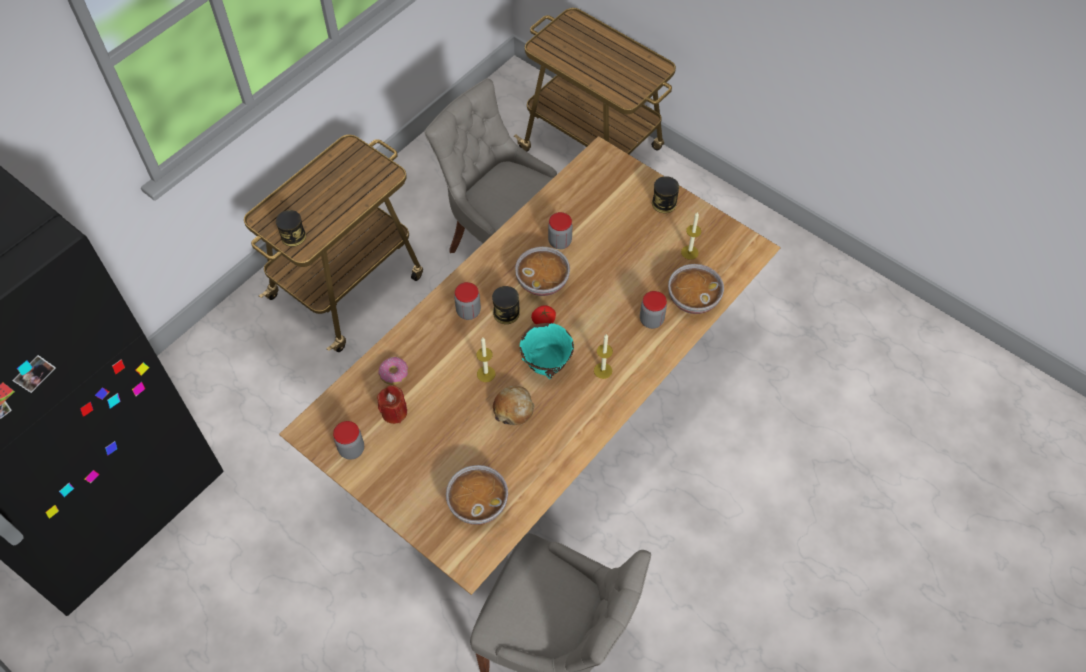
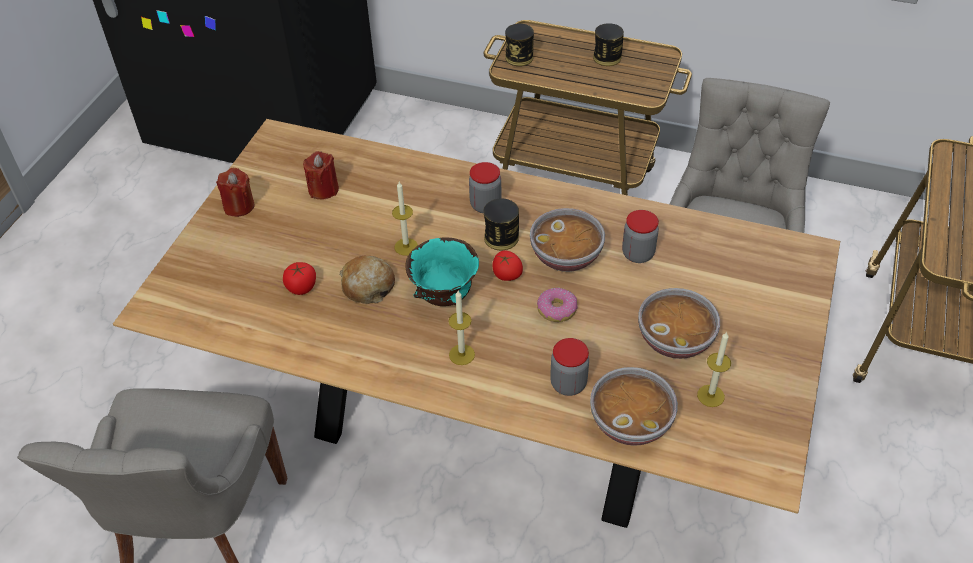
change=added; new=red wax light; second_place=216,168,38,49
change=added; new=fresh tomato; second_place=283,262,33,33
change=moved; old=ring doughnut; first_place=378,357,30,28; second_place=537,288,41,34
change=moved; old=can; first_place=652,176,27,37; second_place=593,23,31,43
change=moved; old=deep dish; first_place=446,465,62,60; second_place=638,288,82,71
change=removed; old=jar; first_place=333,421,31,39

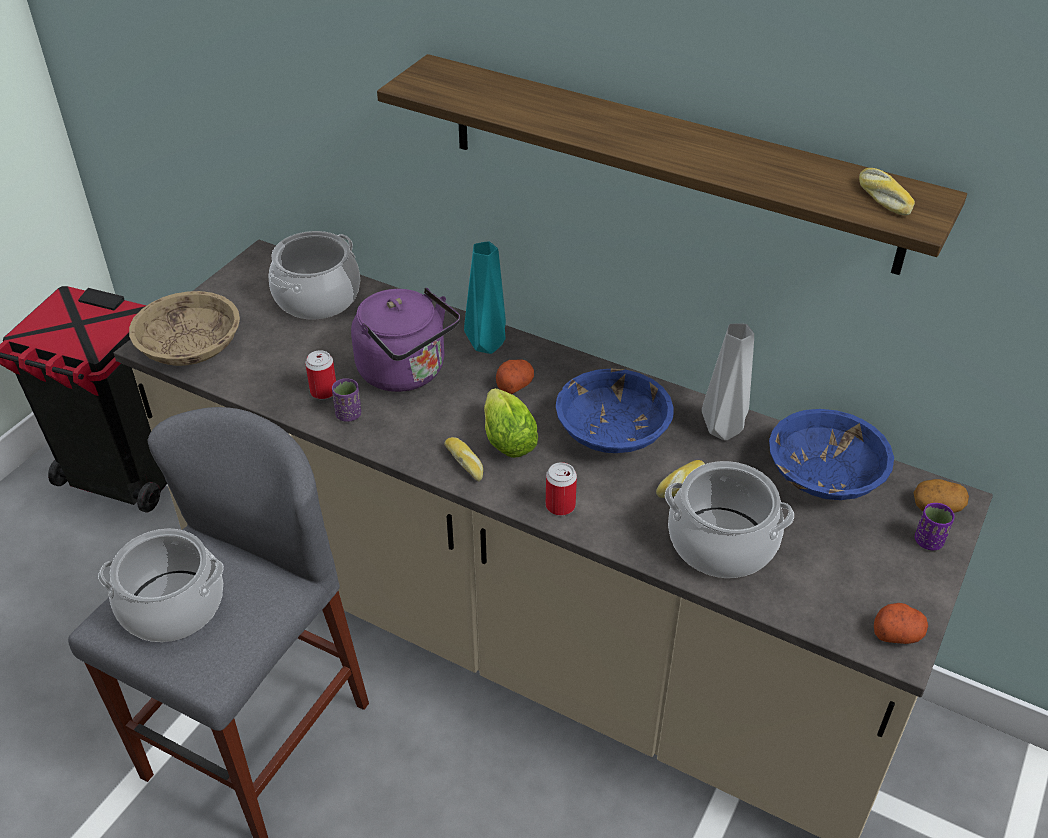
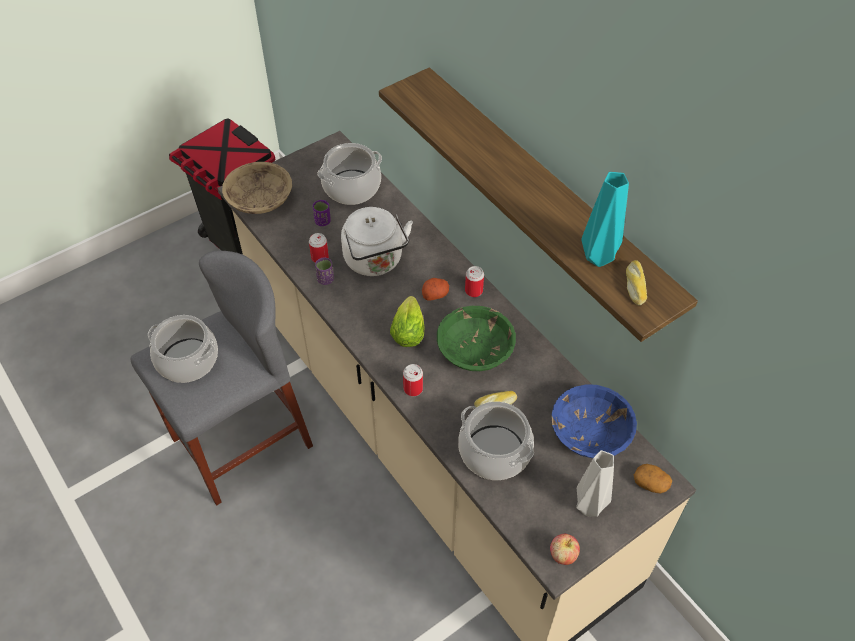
change=moved; old=purple drinking cup; first_place=915,503,40,47; second_place=313,200,18,26
change=recoloured; old=purple kettle; new=white-coloured kettle; first_place=351,288,109,104; second_place=341,207,72,69
change=recoloured; old=bluish deep dish; new=greenish deep dish; first_place=556,369,118,84; second_place=437,306,79,65
change=added; new=can; second_place=465,266,19,31
change=replaced; old=whole potato; new=apple fruit; first_place=874,603,54,41; second_place=550,534,30,31
change=moved; old=greyish flower vase; first_place=702,324,52,116; second_place=576,450,38,67
change=moved; old=turquoise flower vase; first_place=464,241,42,113; second_place=582,172,47,95
change=removed; old=bread; first_place=444,437,39,44

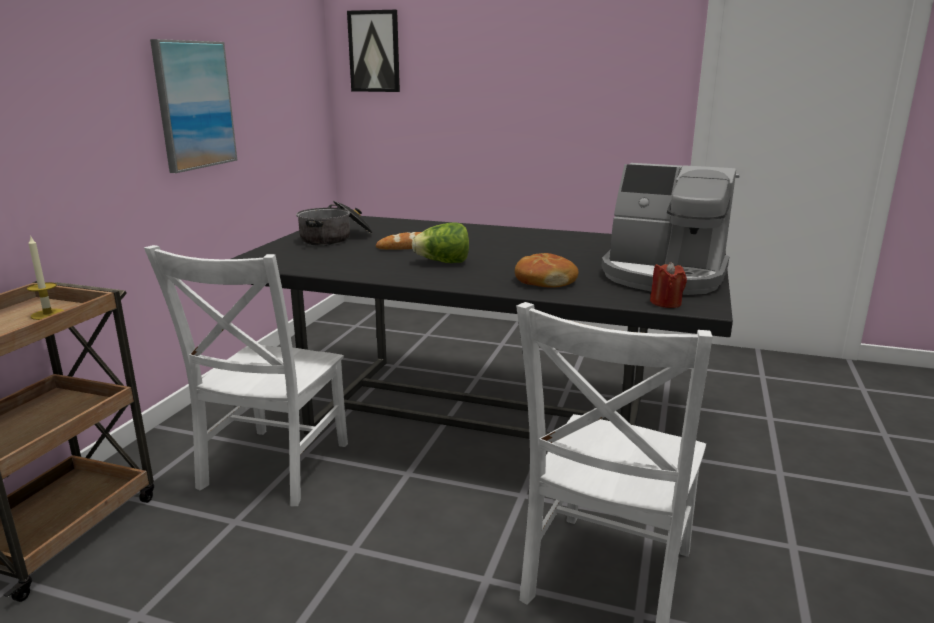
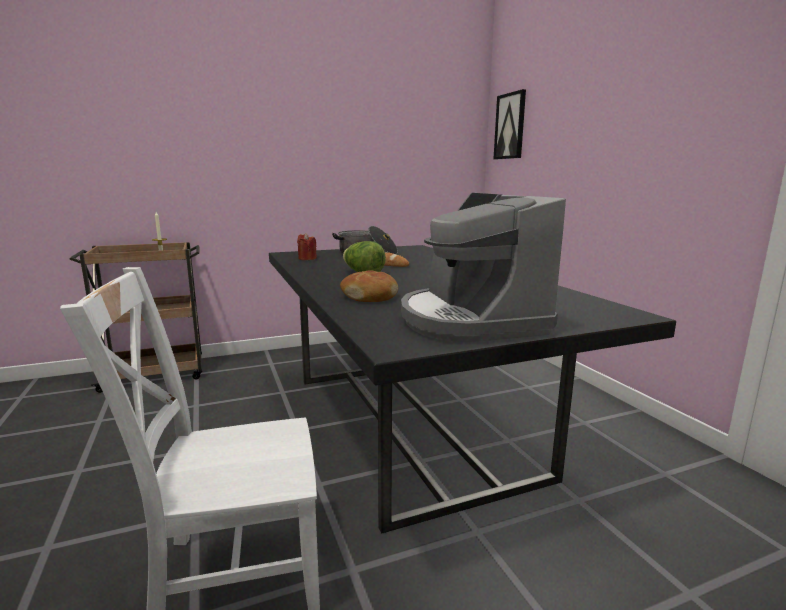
change=moved; old=red wax light; first_place=650,262,37,46; second_place=297,233,20,27
change=removed; old=white-coloured upright chair; first_place=144,245,204,261
change=removed; old=wall picture; first_place=150,39,87,134

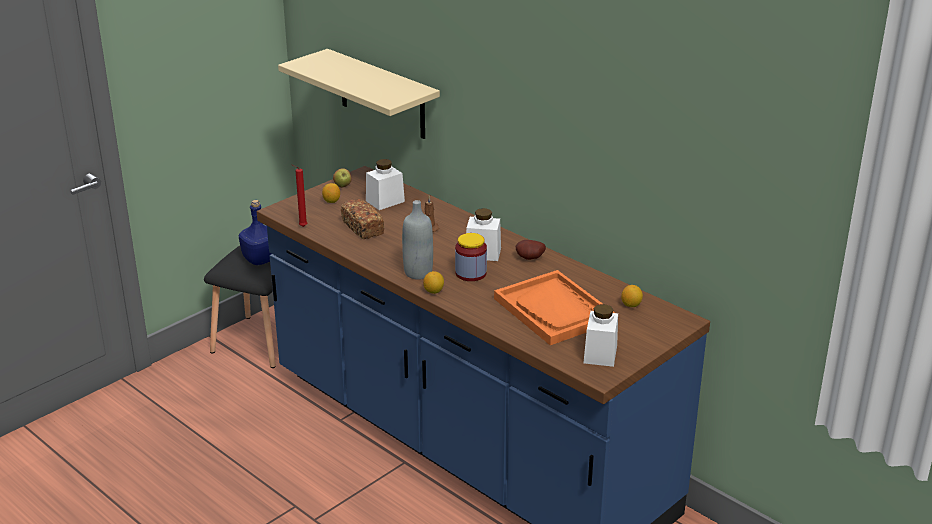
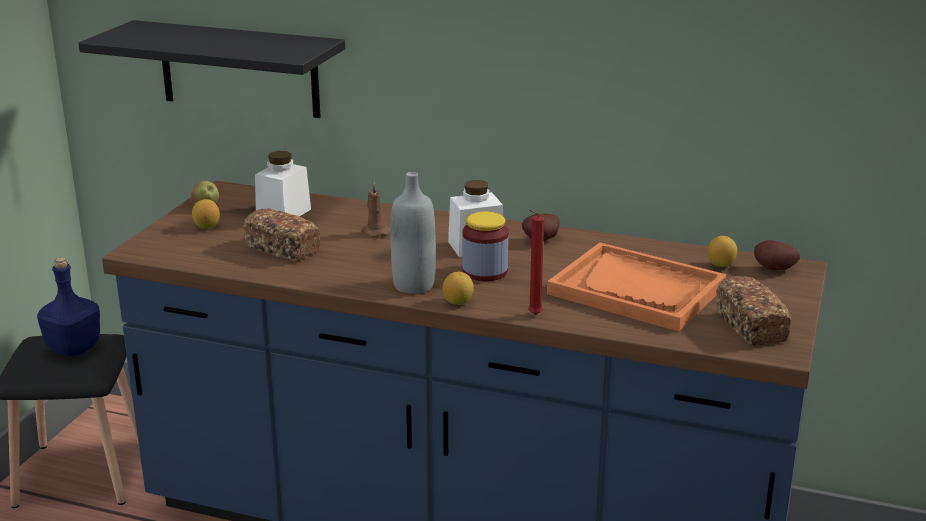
change=recoloured; old=beige wall shelf; new=blackish wall shelf; first_place=278,49,162,90; second_place=78,20,267,98
change=moved; old=red wax light; first_place=291,164,16,63; second_place=528,210,16,105
change=replaced; old=white-coloured jar; new=bread; first_place=584,304,34,63; second_place=716,275,75,70
change=added; new=whole potato; second_place=754,240,46,30

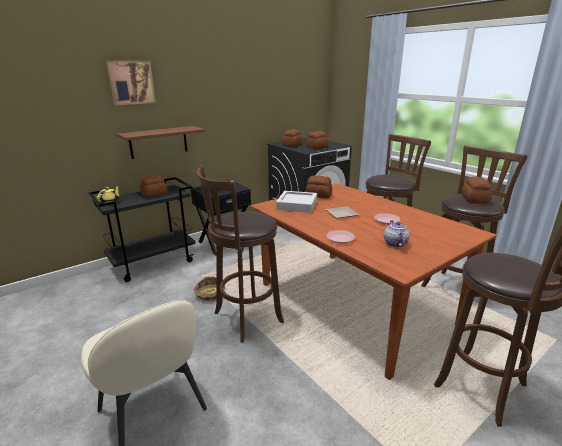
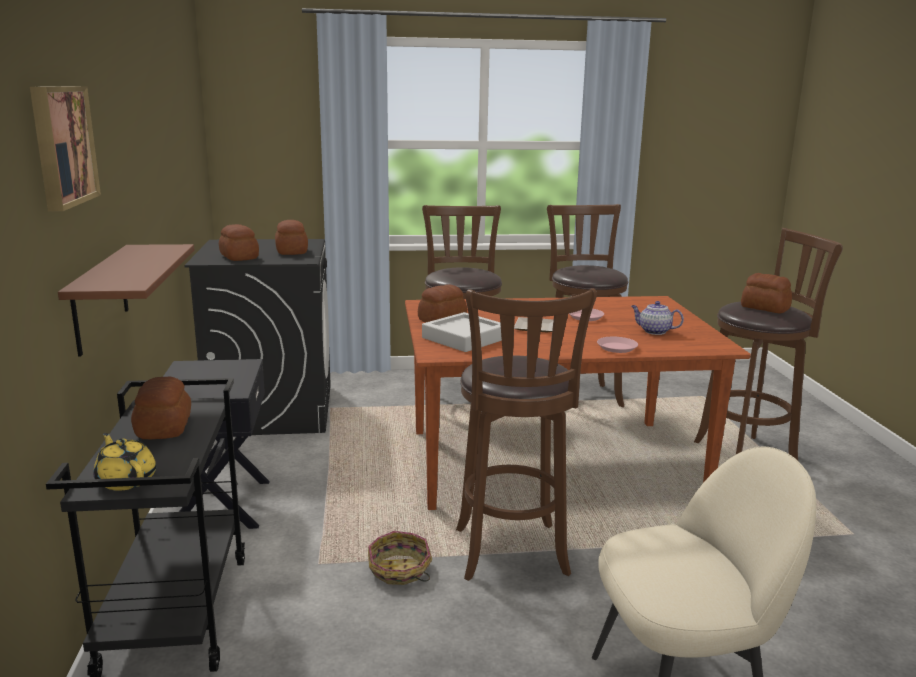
change=moved; old=bread; first_place=462,177,30,27; second_place=741,273,51,41

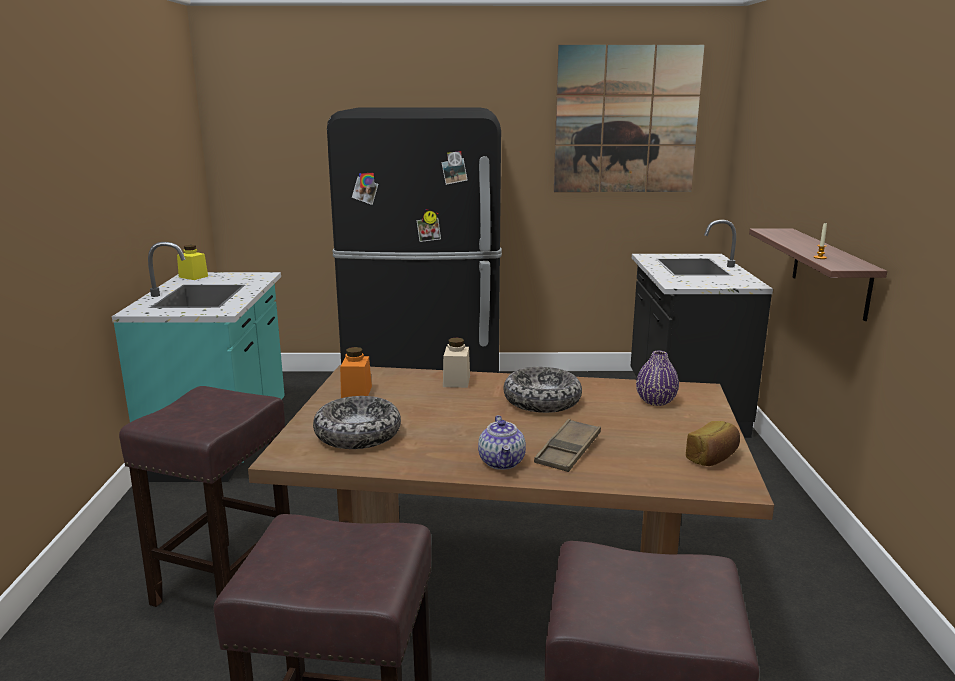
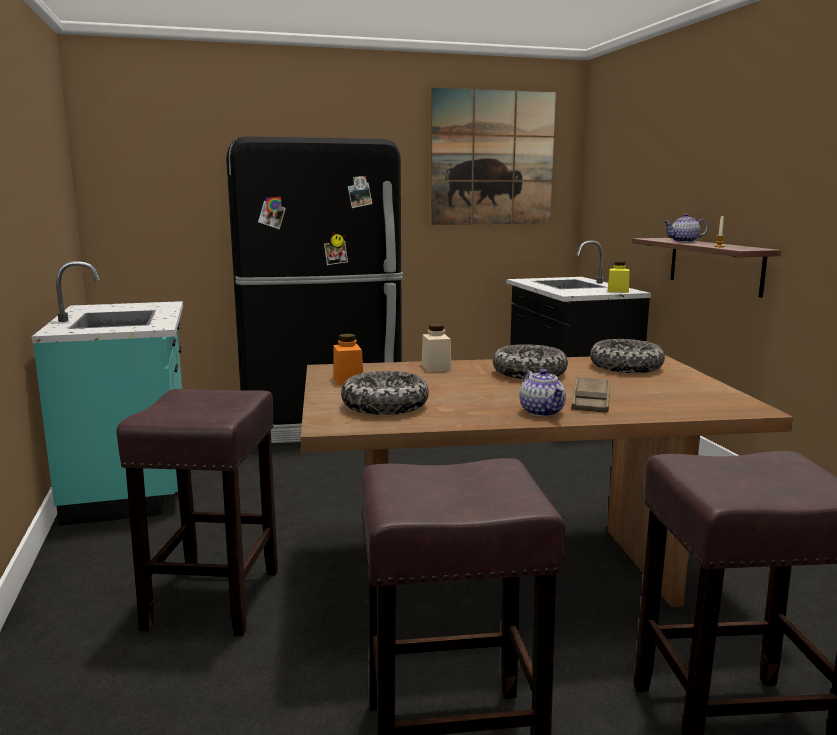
change=replaced; old=purple flower vase; new=deep dish; first_place=636,351,43,55; second_place=590,339,75,34
change=moved; old=yellowish jar; first_place=177,245,31,35; second_place=608,262,22,31
change=added; new=teapot; second_place=663,214,45,28
change=removed; old=bread; first_place=686,421,54,45

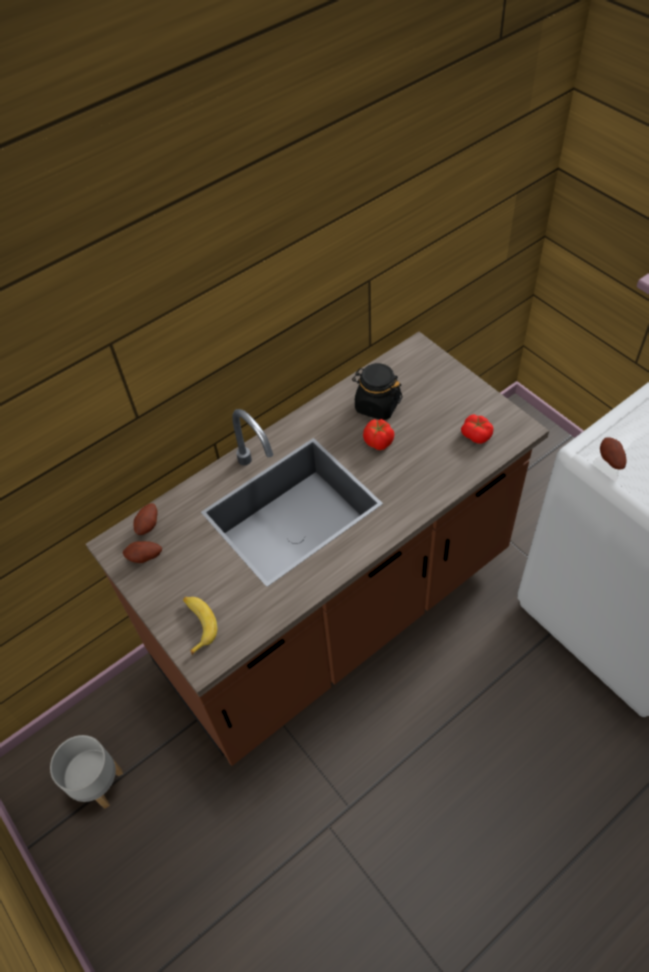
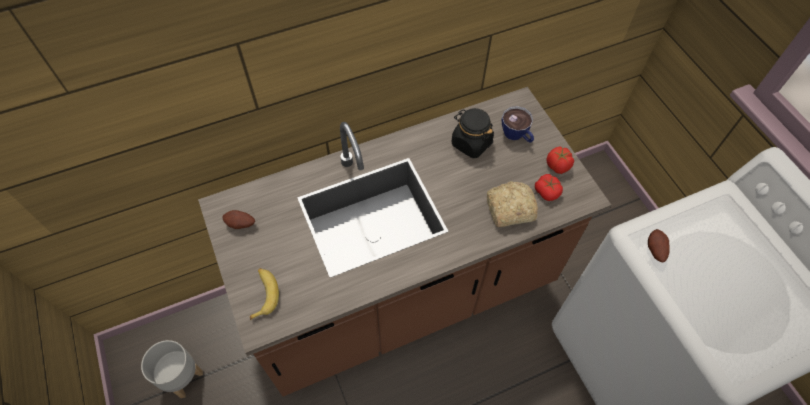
change=added; new=bread; second_place=487,181,51,46
change=added; new=drinking cup; second_place=502,106,32,37
change=moved; old=fresh tomato; first_place=363,419,31,31; second_place=546,146,28,28
change=removed; old=whole potato; first_place=133,503,24,32

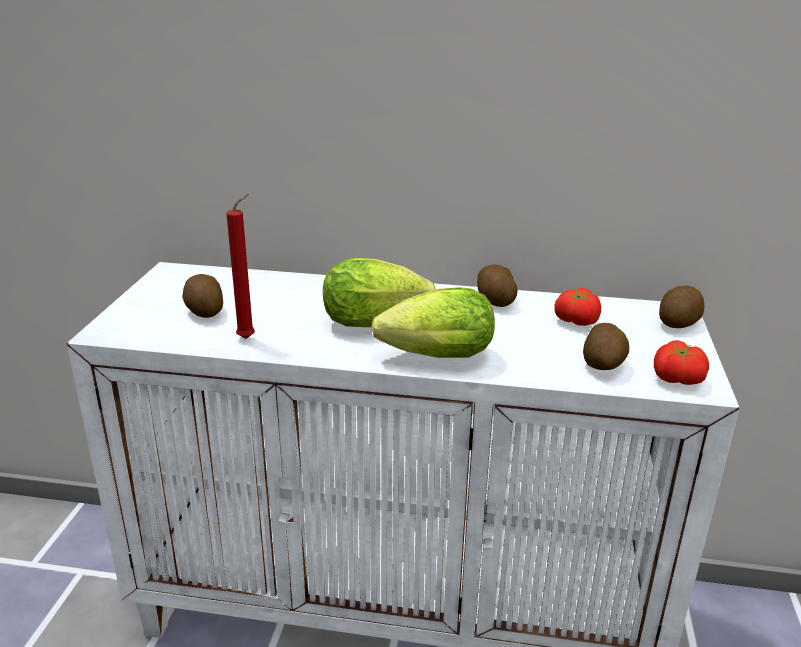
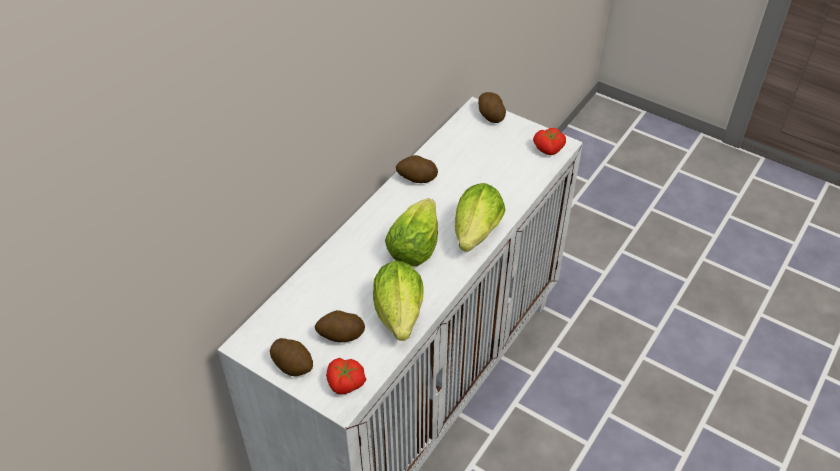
change=moved; old=whole potato; first_place=583,323,46,47; second_place=270,338,43,38
change=moved; old=fresh tomato; first_place=554,288,47,38; second_place=326,358,40,37
change=replaced; old=red wax light; new=lettuce head; first_place=226,194,29,145; second_place=373,261,51,80

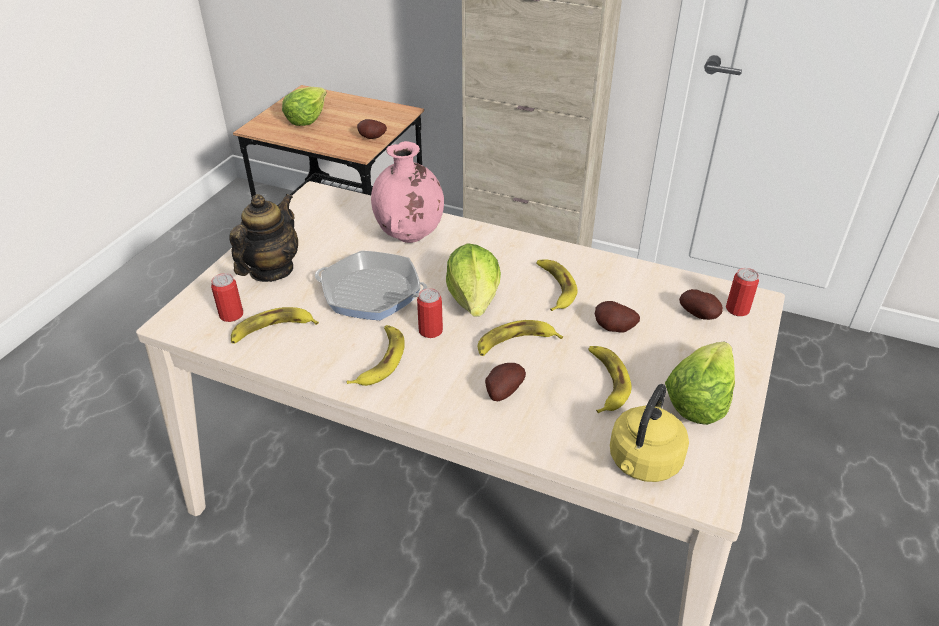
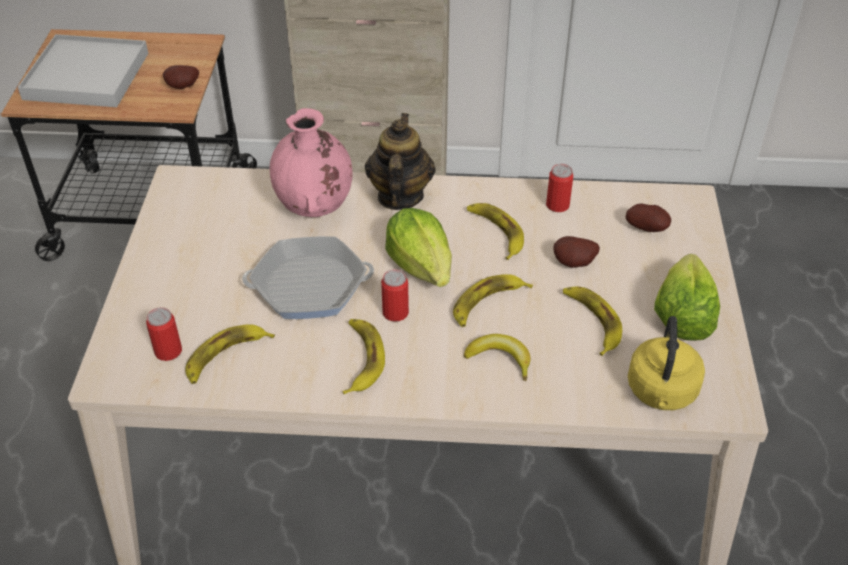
change=replaced; old=lettuce head; new=white-coloured tray; first_place=282,87,45,39; second_place=18,34,130,73
change=moved; old=teapot; first_place=229,194,69,88; second_place=365,113,71,97
change=replaced; old=whole potato; new=banana fruit; first_place=485,363,41,38; second_place=464,334,67,47
change=moved; old=can; first_place=726,268,33,48; second_place=546,164,27,48

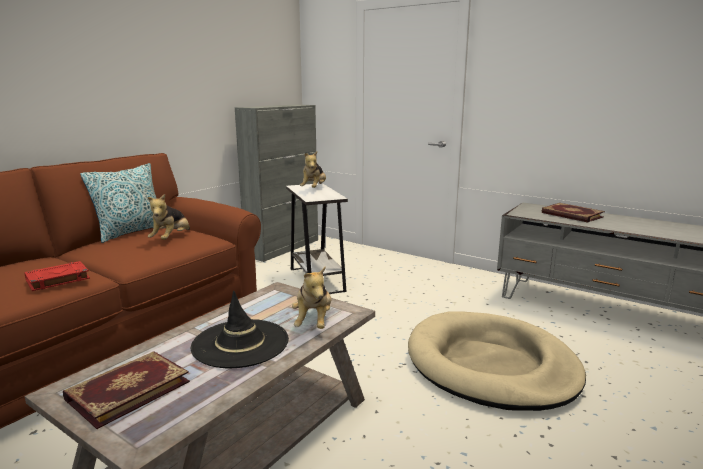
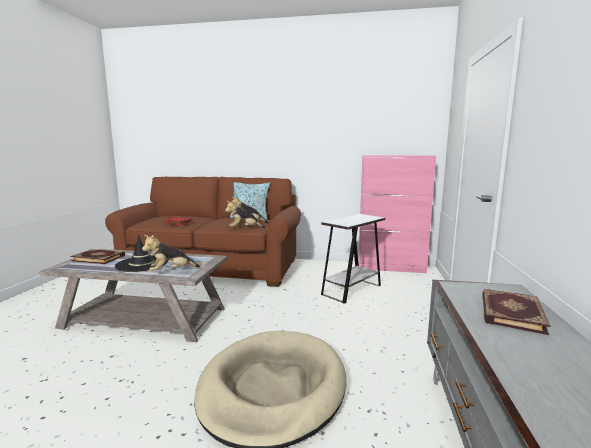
change=moved; old=plush toy; first_place=300,152,26,36; second_place=225,201,40,27
change=recoloured; old=greyish cupboard; new=pink-coloured cupboard; first_place=235,104,83,158; second_place=358,155,78,118

